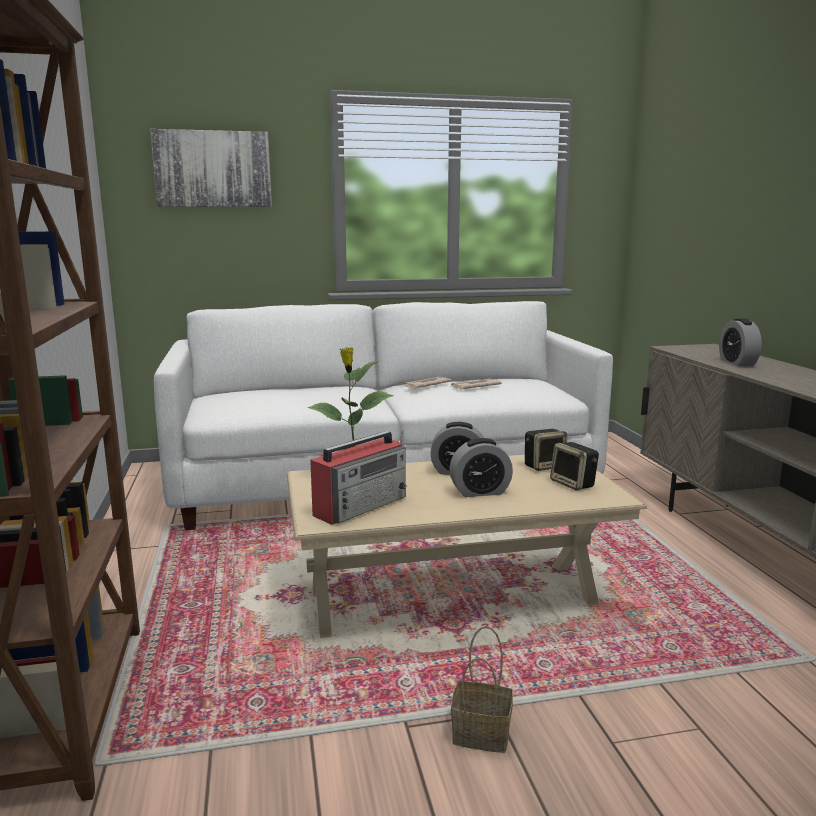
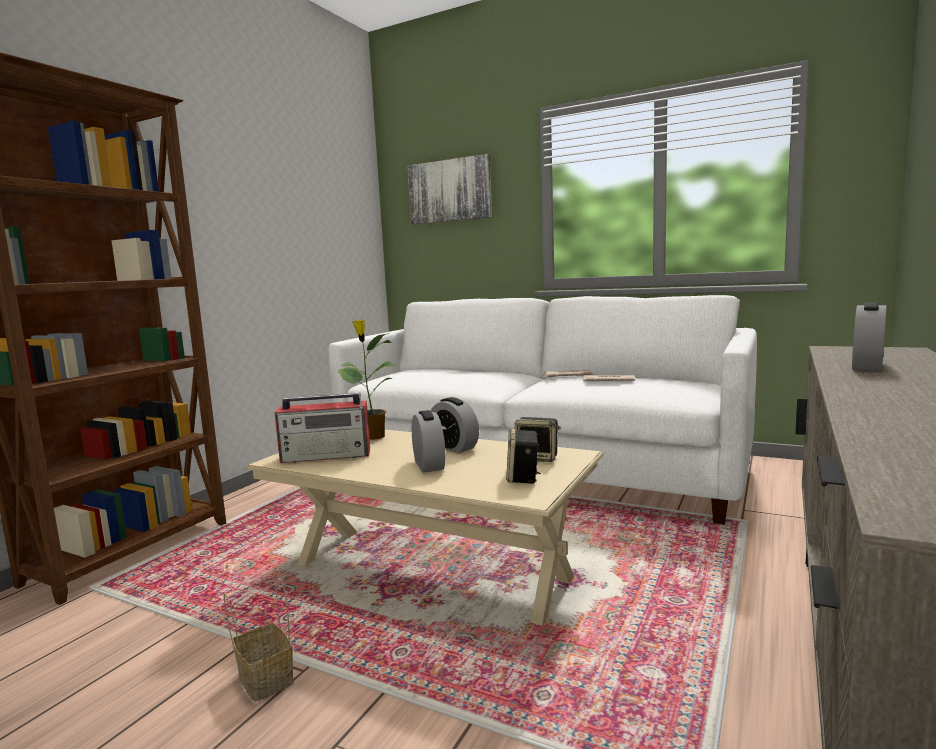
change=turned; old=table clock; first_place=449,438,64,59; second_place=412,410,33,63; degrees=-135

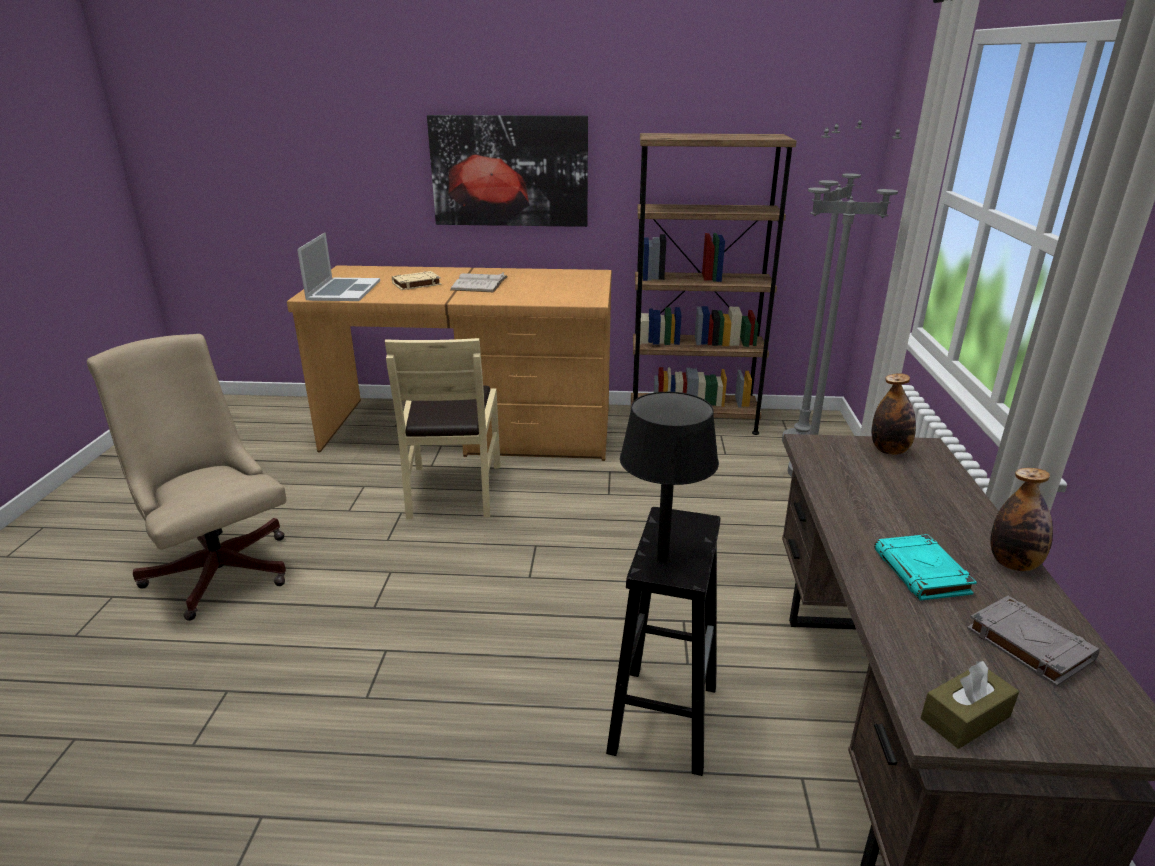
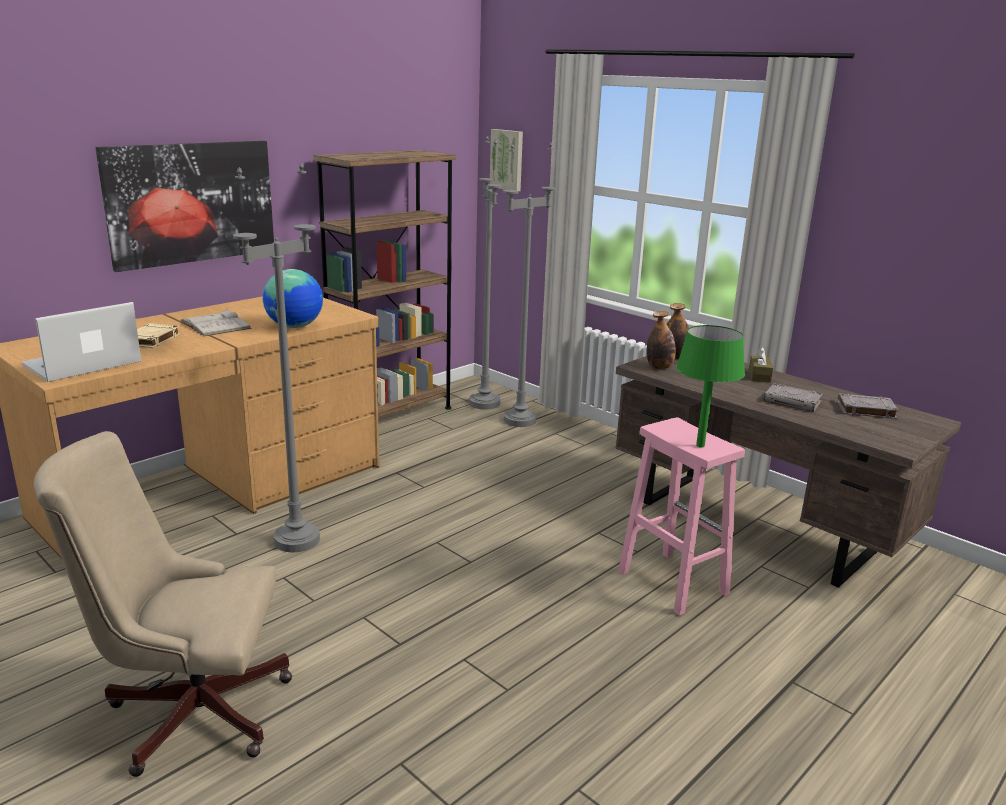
change=turned; old=portable computer; first_place=297,232,83,69; second_place=22,302,119,80; degrees=-90
change=replaced; old=beige upright chair; new=greyish standard lamp; first_place=385,338,115,181; second_place=233,162,87,390
change=added; new=globe; second_place=263,269,60,59
change=added; new=wall picture; second_place=490,129,33,62
change=recoloured; old=blackish stool; new=pink-coloured stool; first_place=606,507,115,269; second_place=618,417,127,199
change=moved; old=bottle; first_place=990,468,63,103; second_place=646,311,30,58
change=recoloured; old=blackish table lamp; new=greenish table lamp; first_place=620,392,99,170; second_place=676,325,69,123
change=moved; old=brown tissue box; first_place=921,661,98,88; second_place=749,347,24,36
change=recoloured; old=turquoise book; new=greyish book; first_place=874,534,103,66; second_place=764,383,59,29

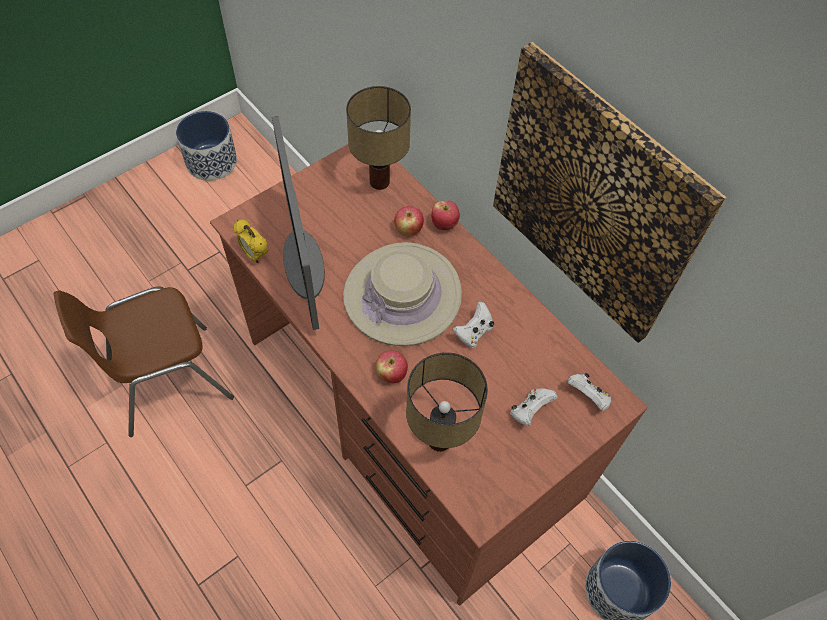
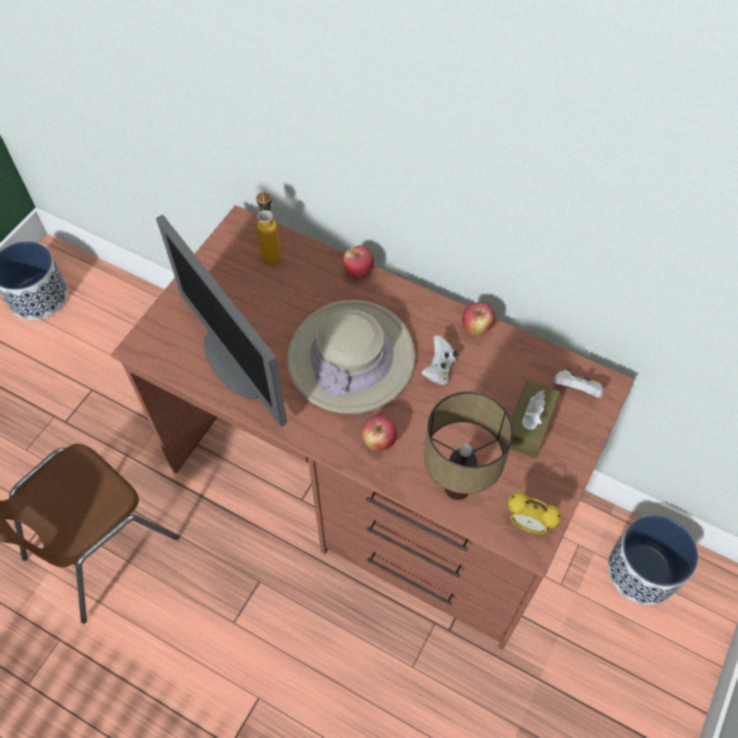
change=replaced; old=table lamp; new=bottle; first_place=346,86,65,104; second_place=256,188,25,78
change=moved; old=apple fruit; first_place=394,206,30,30; second_place=462,302,33,34
change=moved; old=table clock; first_place=233,220,35,43; second_place=507,492,55,42
change=replaced; old=white-coloured game controller; new=brown tissue box; first_place=510,388,47,38; second_place=510,380,50,78
change=removed; old=wall picture; first_place=493,42,233,301

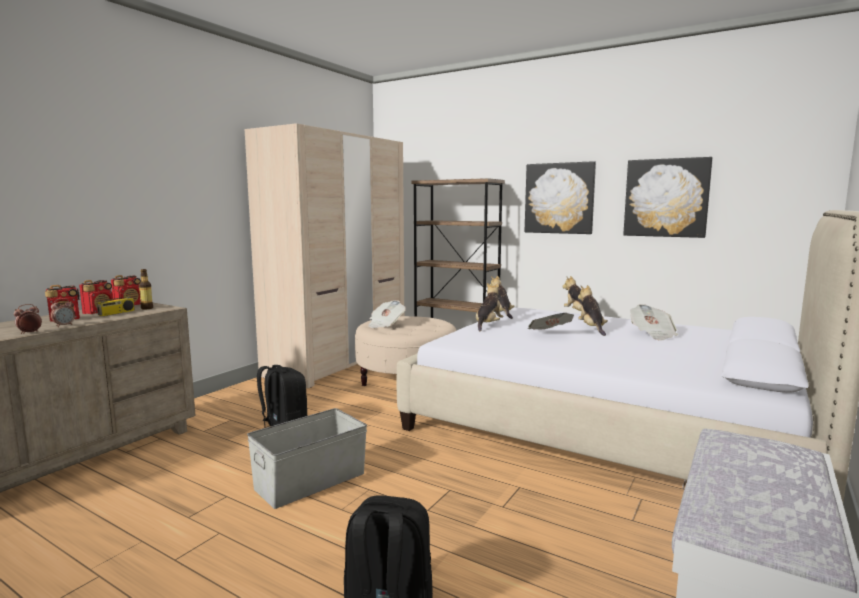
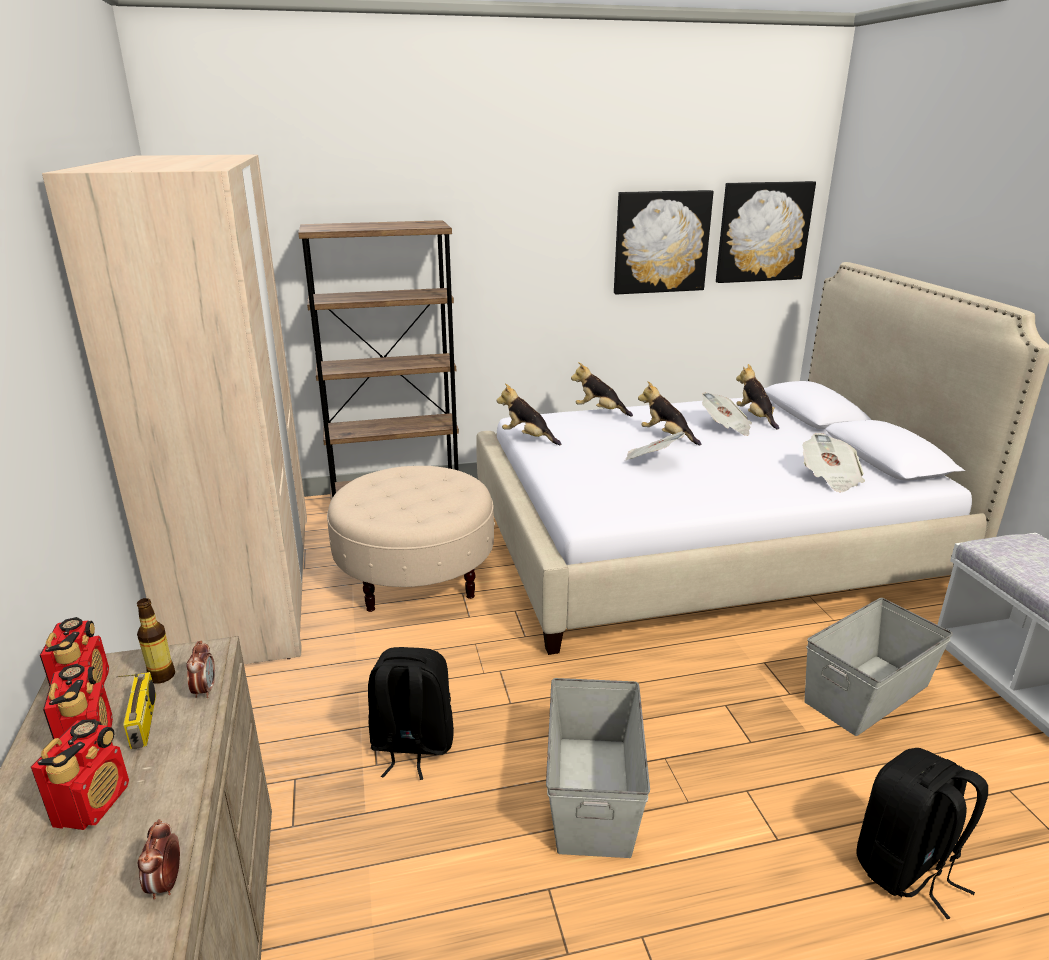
change=moved; old=table clock; first_place=50,298,25,29; second_place=186,641,29,57
change=moved; old=wall picture; first_place=525,161,71,73; second_place=716,181,100,102
change=moved; old=plush toy; first_place=476,283,27,48; second_place=736,364,43,66
change=moved; old=printed paper; first_place=368,300,38,28; second_place=802,433,63,60
change=added; new=greyish storage box; second_place=804,598,149,138

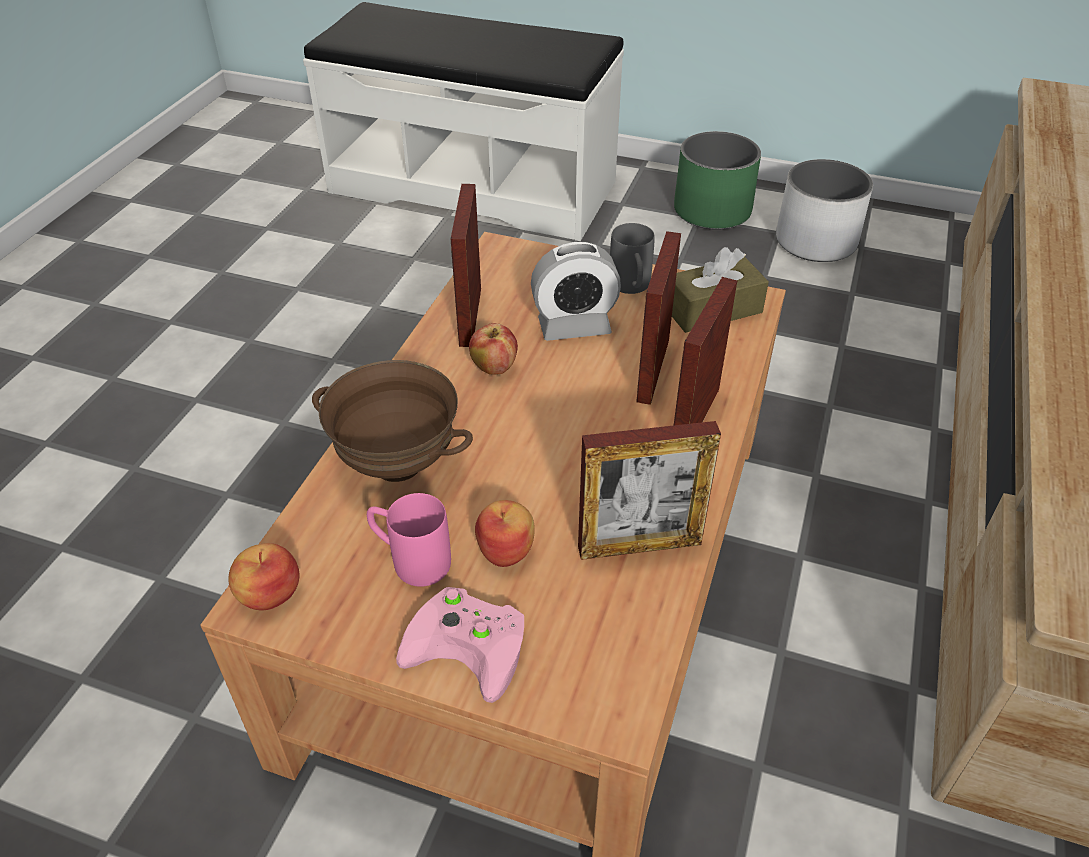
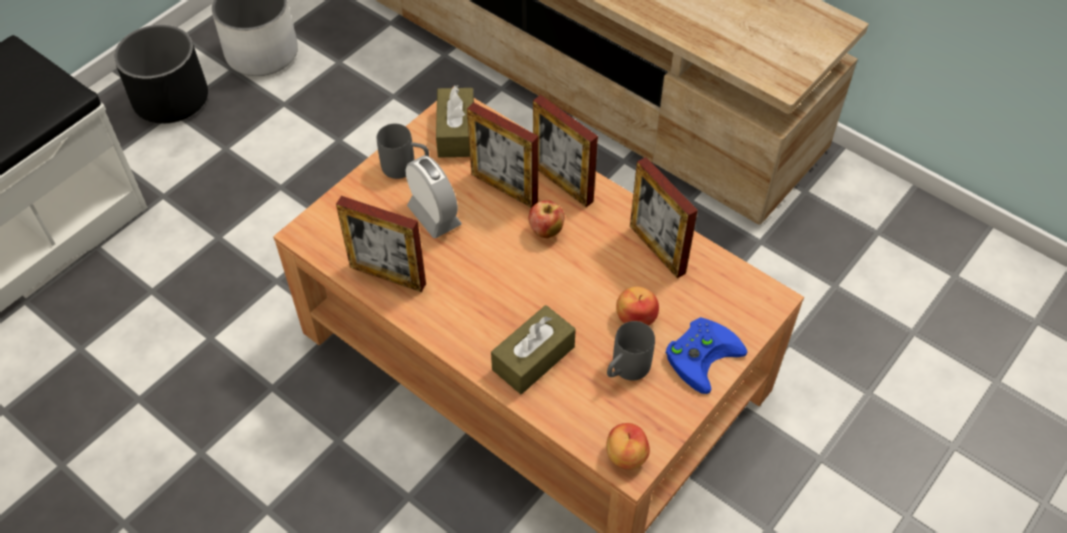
change=recoloured; old=greenish plant pot; new=blackish plant pot; first_place=674,131,87,99; second_place=114,25,94,99
change=turned; old=table clock; first_place=531,242,90,99; second_place=406,155,56,83; degrees=-45
change=replaced; old=brown deep dish; new=brown tissue box; first_place=312,360,161,122; second_place=491,305,85,89
change=moved; old=apple fruit; first_place=469,323,49,52; second_place=529,200,36,38
change=recoloured; old=pink-coloured tea mug; new=greyish tea mug; first_place=367,493,84,94; second_place=607,321,48,60
change=turned; old=photo frame; first_place=578,421,143,139; second_place=630,157,68,121; degrees=135
change=recoloured; old=pink-coloured game controller; new=bluish game controller; first_place=396,587,128,116; second_place=666,317,81,77

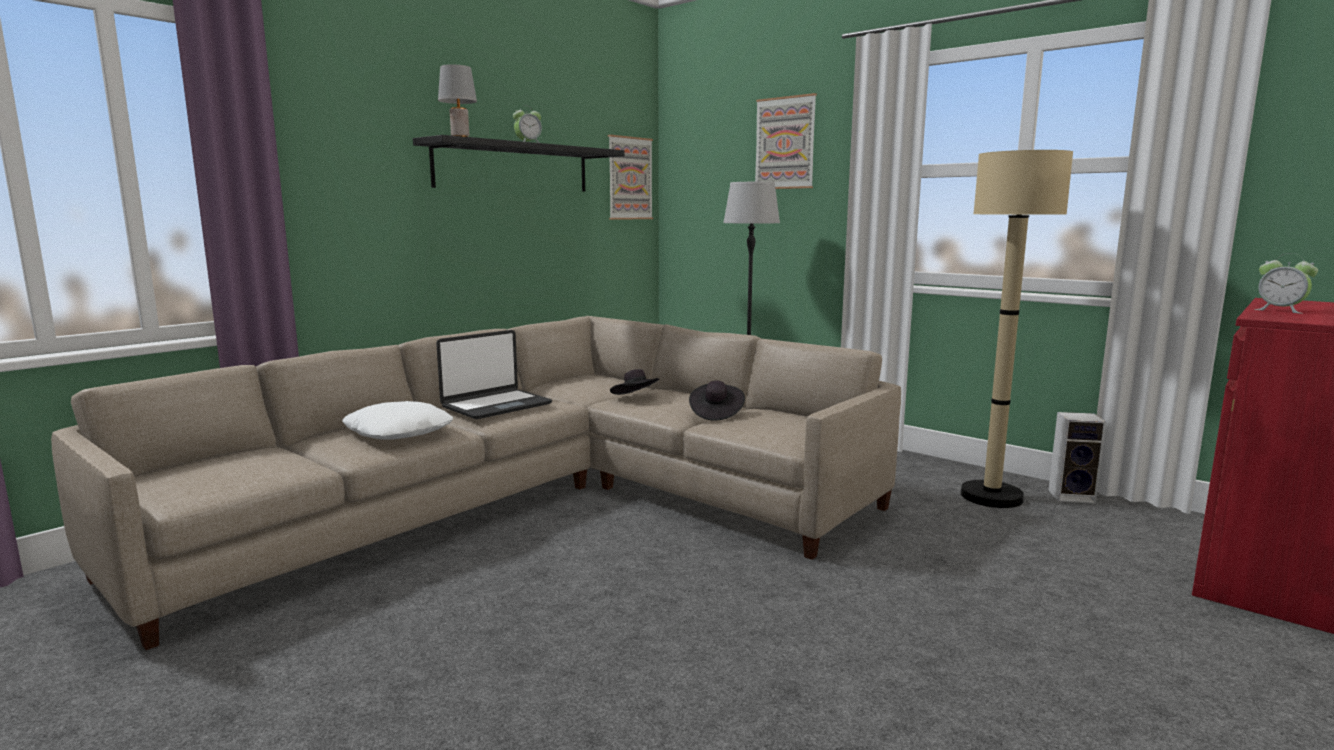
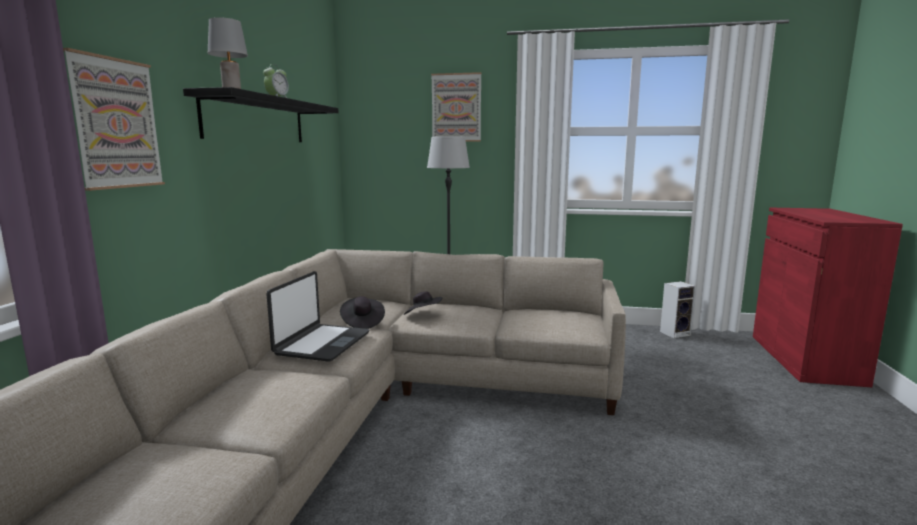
change=moved; old=wall picture; first_place=608,135,45,85; second_place=63,48,102,143
change=moved; old=blackish clothing hat; first_place=689,381,56,40; second_place=340,296,45,33
change=removed; old=white-coloured cushion; first_place=342,401,111,39
change=removed; old=beige standard lamp; first_place=961,150,112,358
change=removed; old=table clock; first_place=1254,253,64,61

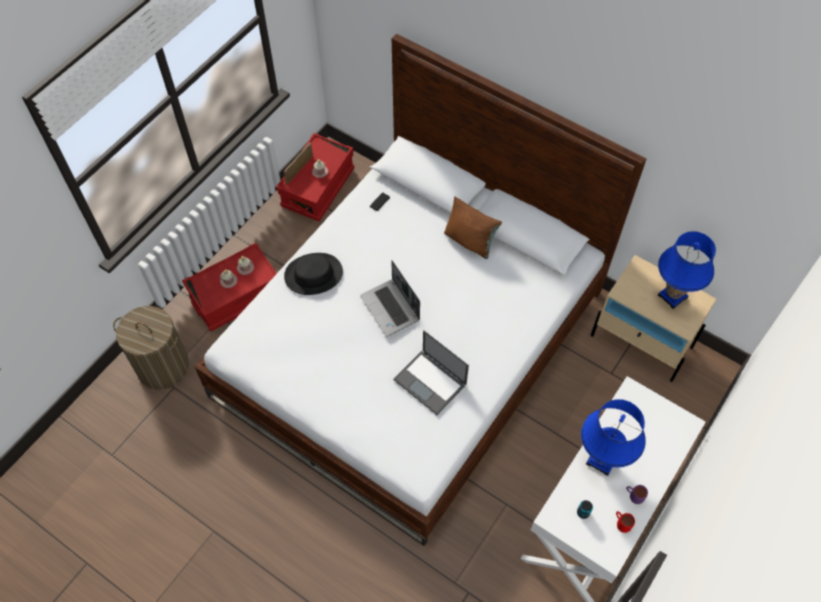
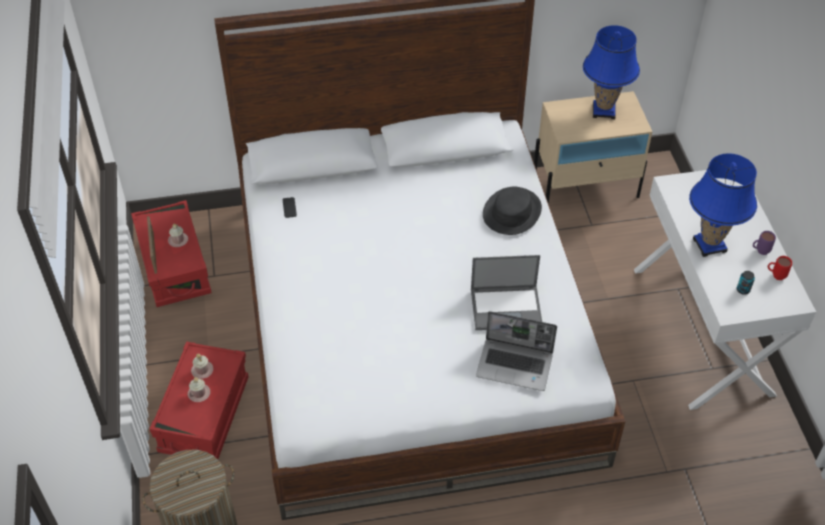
change=moved; old=portable computer; first_place=360,260,60,77; second_place=476,311,81,80
change=moved; old=blackish clothing hat; first_place=284,253,59,42; second_place=483,186,59,49
change=removed; old=brown cushion; first_place=444,197,58,62

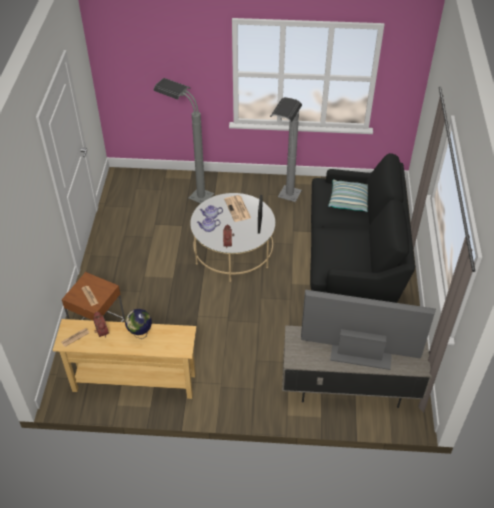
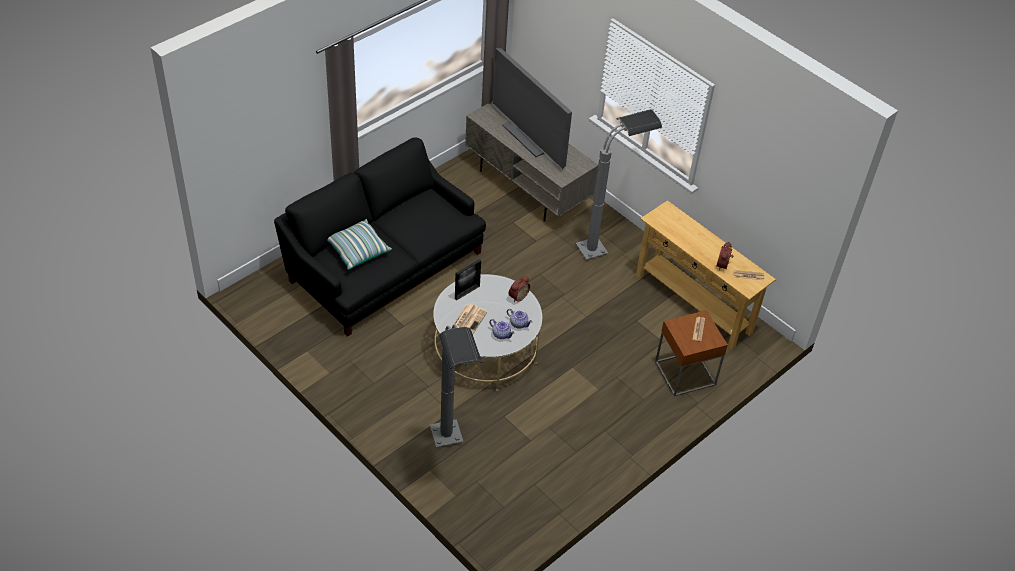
change=moved; old=greyish standard lamp; first_place=270,97,32,105; second_place=576,109,86,151
change=removed; old=globe; first_place=125,309,27,30

